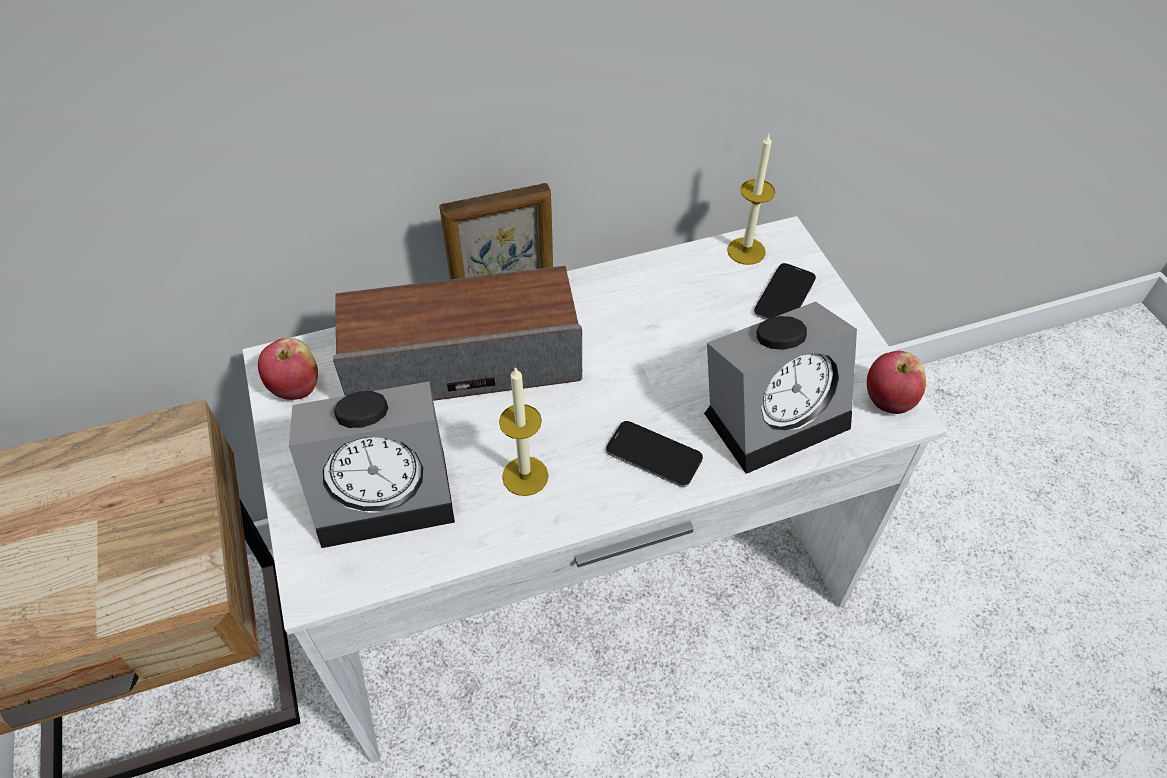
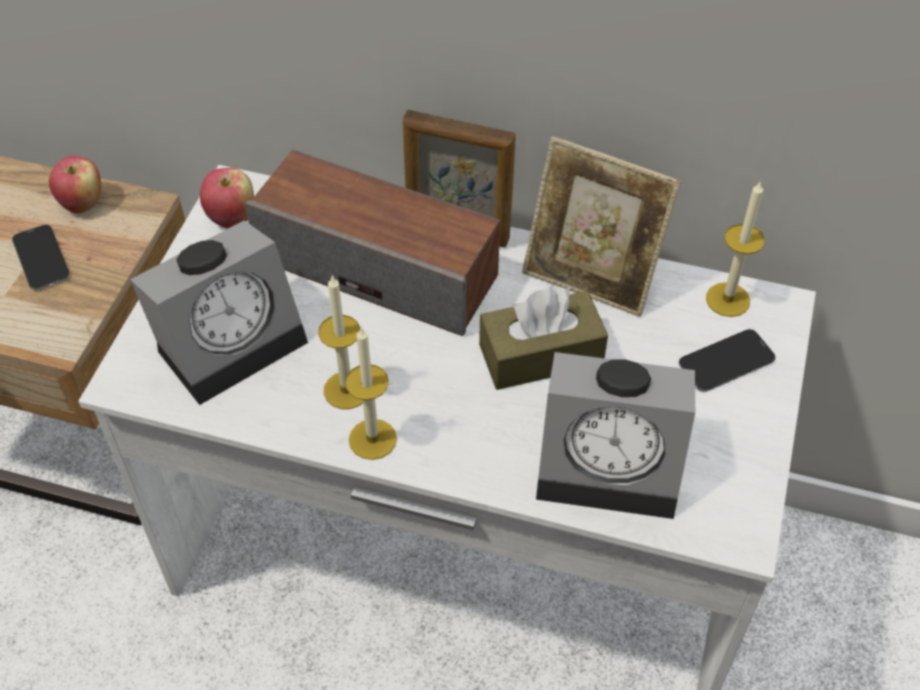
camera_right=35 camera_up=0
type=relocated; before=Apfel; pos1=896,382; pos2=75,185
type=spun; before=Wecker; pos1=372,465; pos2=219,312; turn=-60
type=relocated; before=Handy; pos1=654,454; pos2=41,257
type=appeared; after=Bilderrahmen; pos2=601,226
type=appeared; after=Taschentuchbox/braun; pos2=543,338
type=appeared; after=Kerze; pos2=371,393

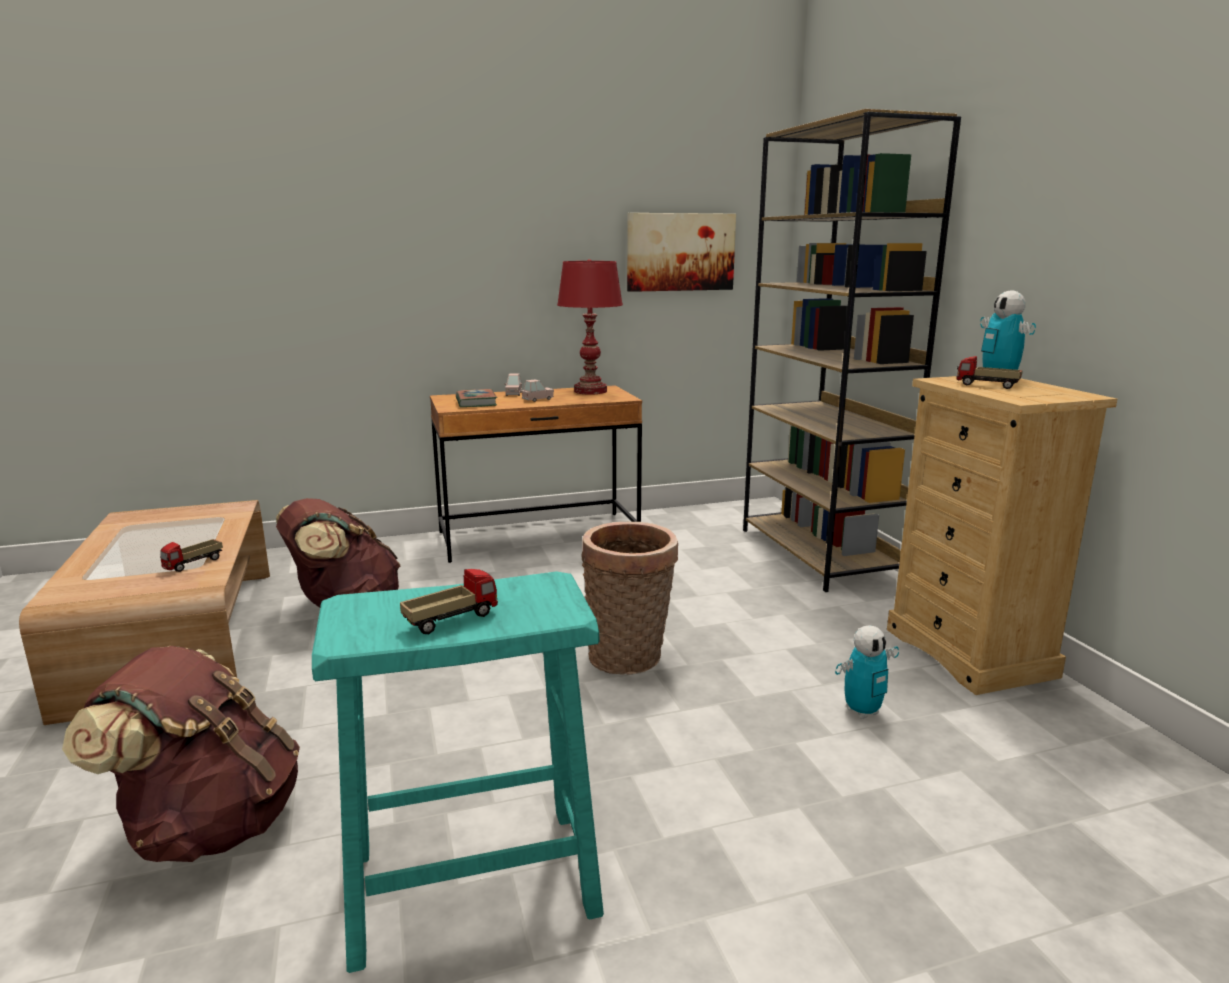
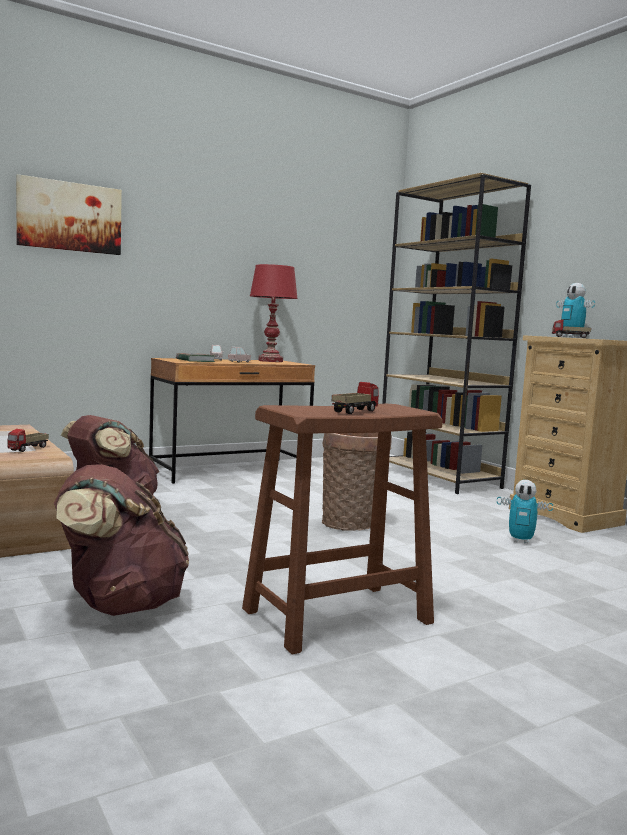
camera_right=-15 camera_up=-10
type=relocated; before=Bild; pos1=681,252; pos2=69,214
type=colour; before=Hocker/türkis; after=Hocker/braun; pos1=458,772; pos2=342,529
type=spun; before=Spielzeugroboter; pos1=867,672; pos2=525,512; turn=60

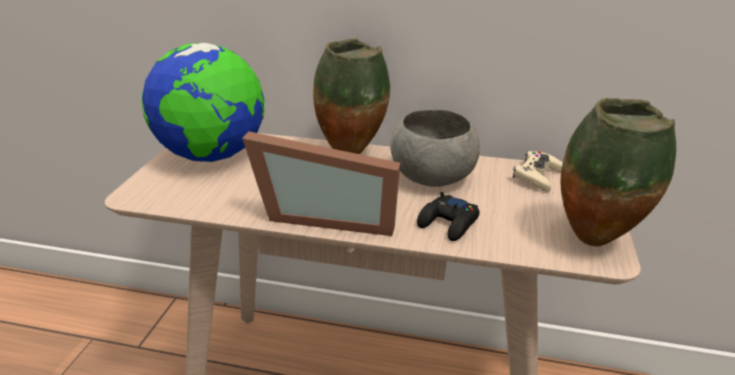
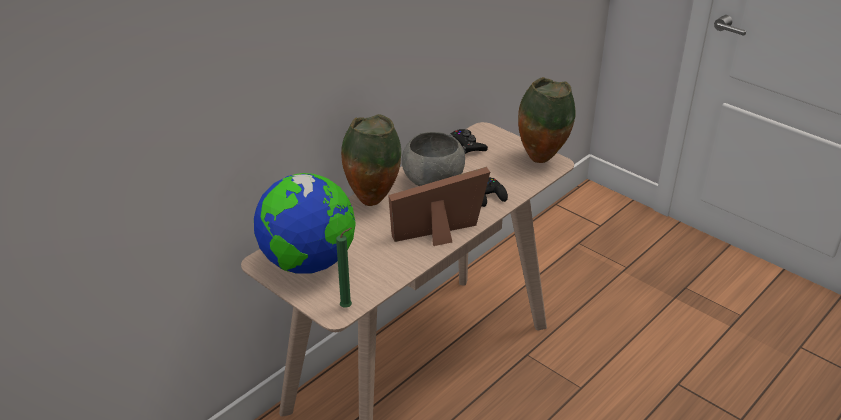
camera_right=-60 camera_up=5
type=spun; before=Bilderrahmen; pos1=321,183; pos2=439,206; turn=-150
type=colour; before=Gamepad/beige; after=Gamepad/schwarz; pos1=537,171; pos2=469,141
type=appeared; after=Kerze/grün; pos2=344,268

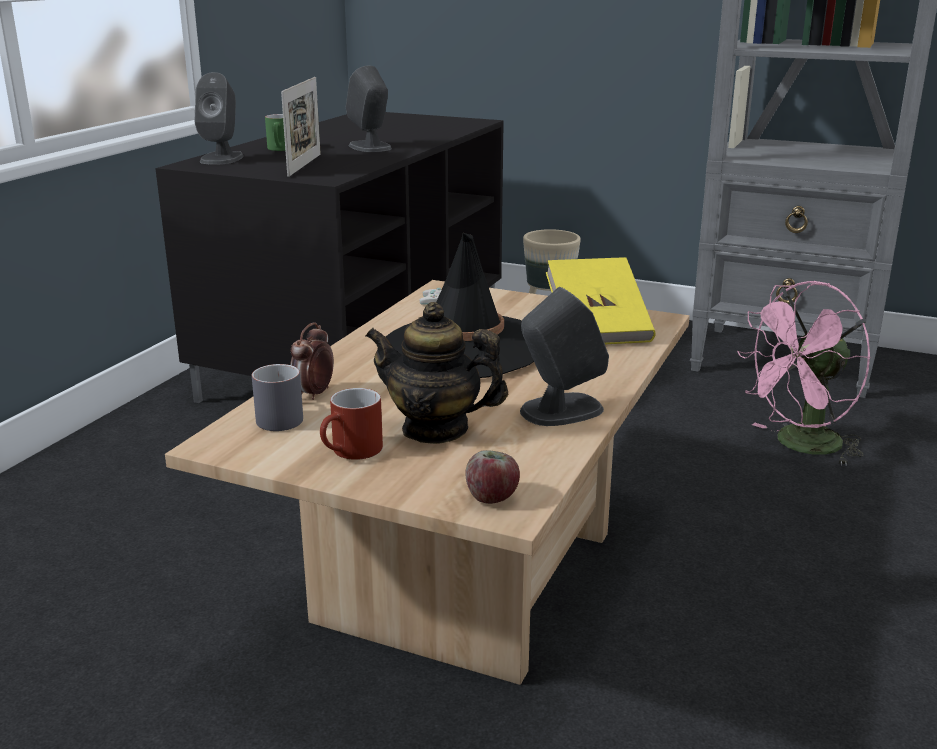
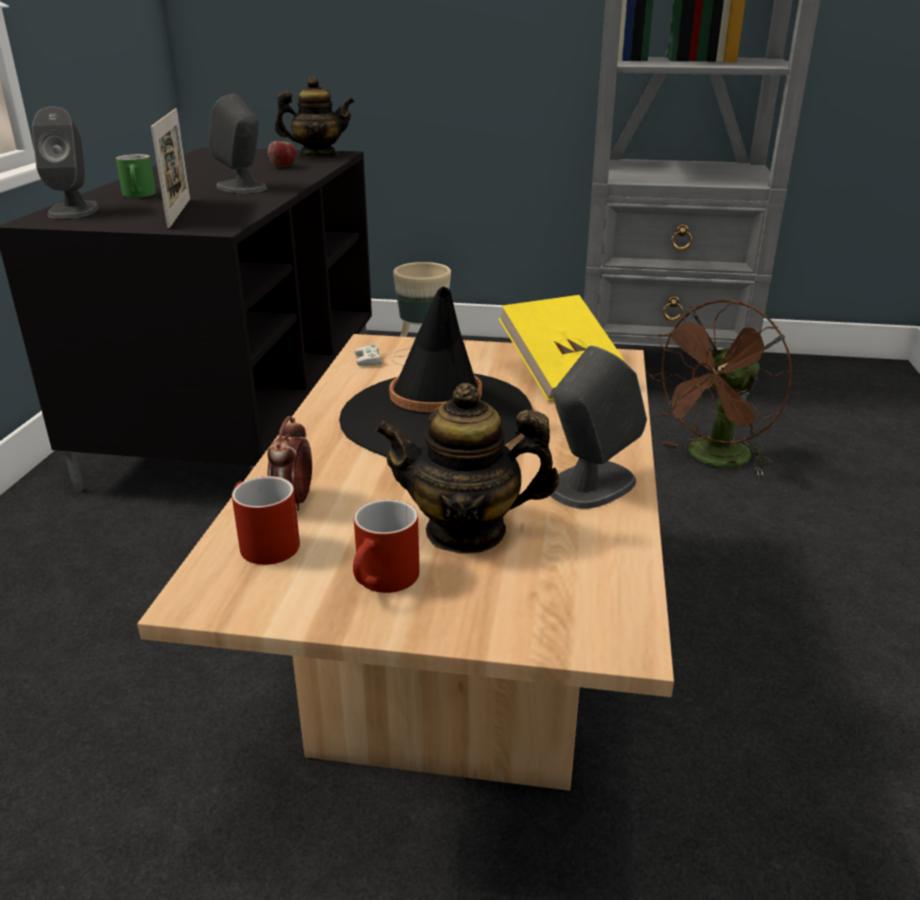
camera_right=-15 camera_up=5
type=colour; before=Ventilator/rosa; after=Ventilator/braun; pos1=804,373; pos2=721,387
type=colour; before=Henkelbecher/grau; after=Henkelbecher/rot; pos1=277,397; pos2=266,520
type=relocated; before=Apfel; pos1=493,477; pos2=282,154
type=appeared; after=Teekanne; pos2=314,116

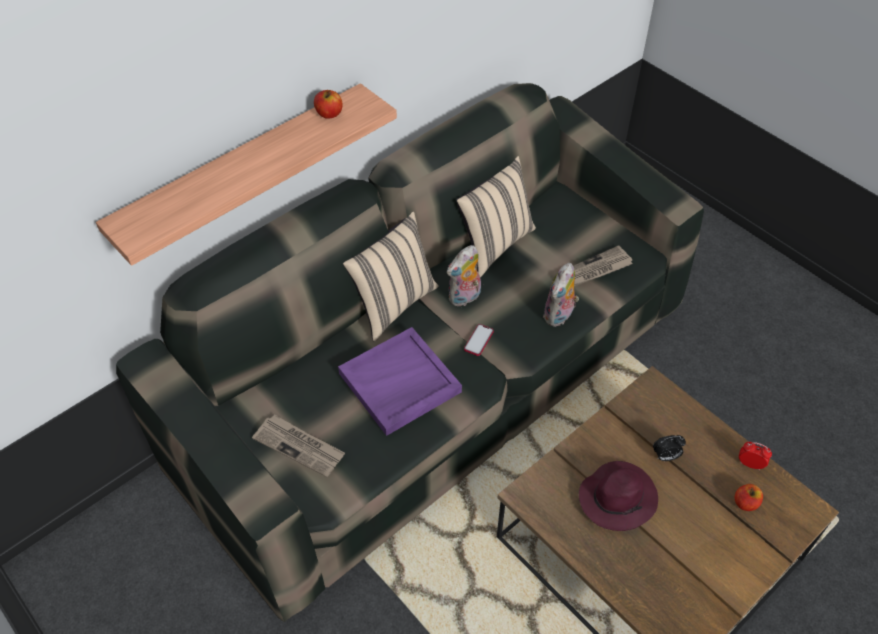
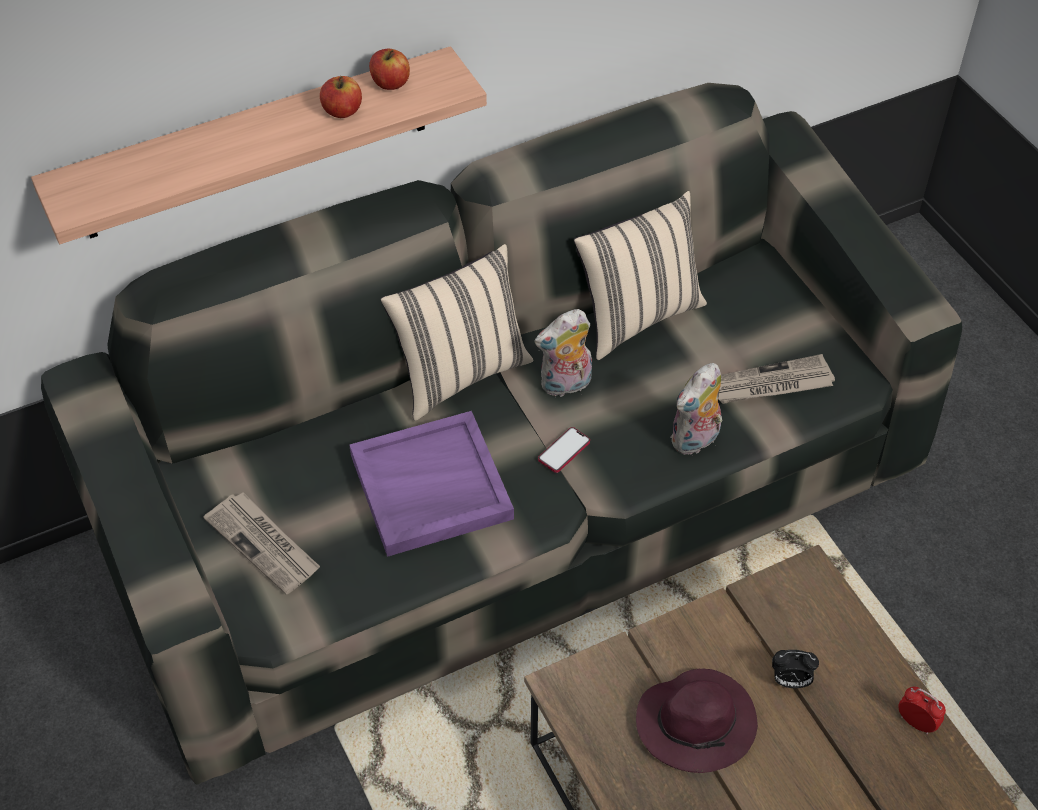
camera_right=15 camera_up=0
type=relocated; before=Apfel; pos1=749,497; pos2=341,97

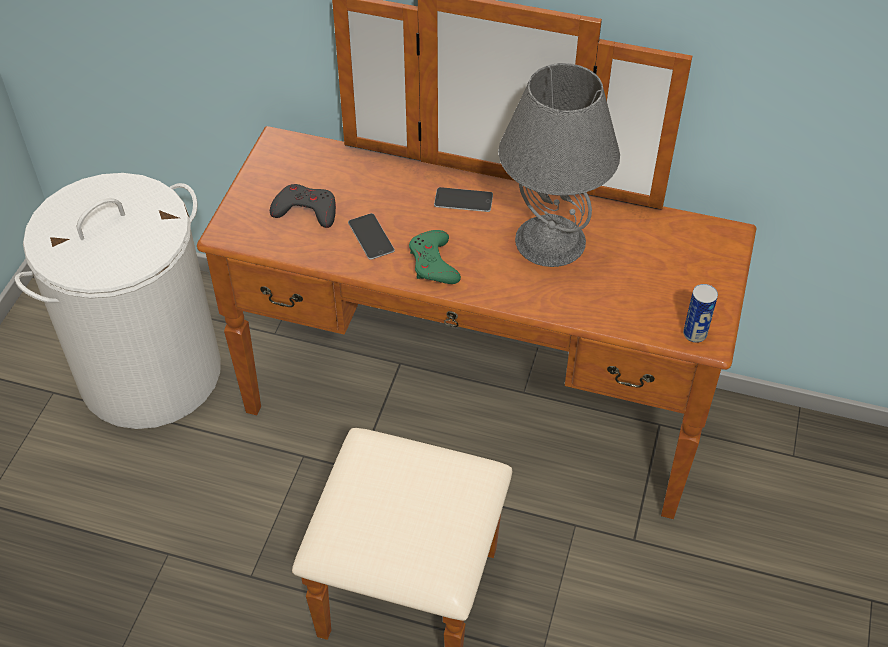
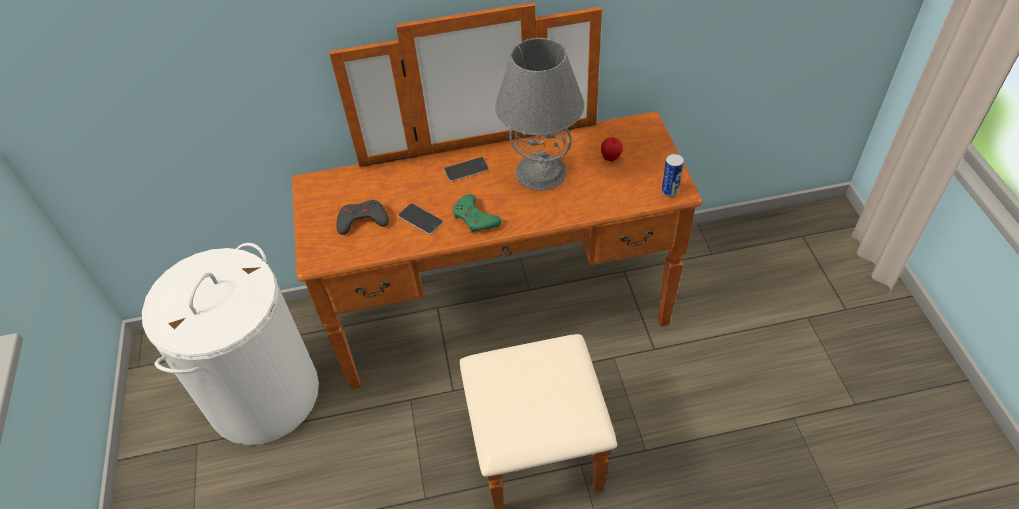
camera_right=-25 camera_up=0
type=appeared; after=Apfel; pos2=612,149

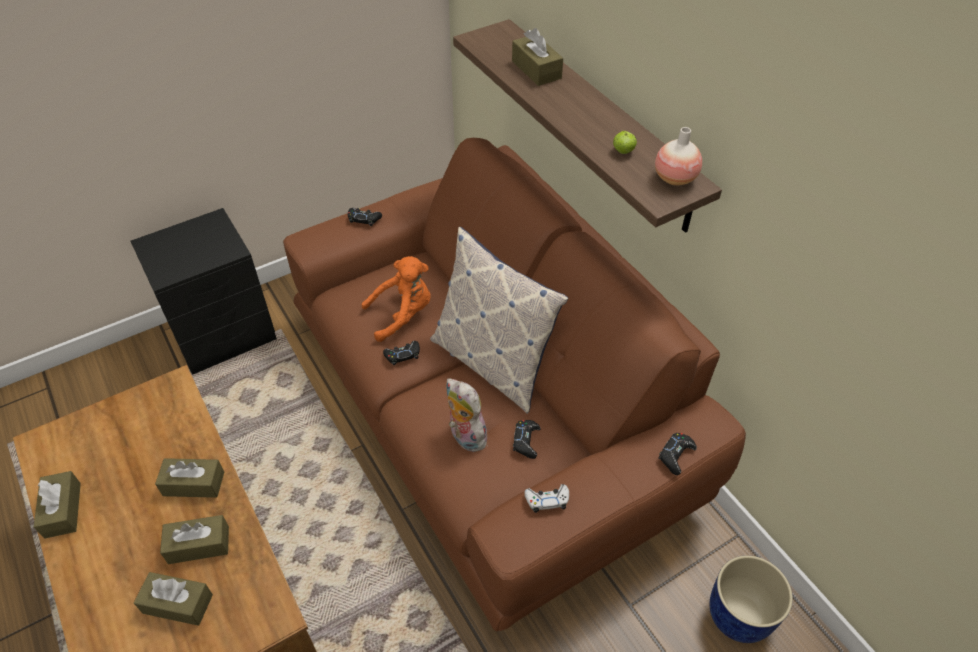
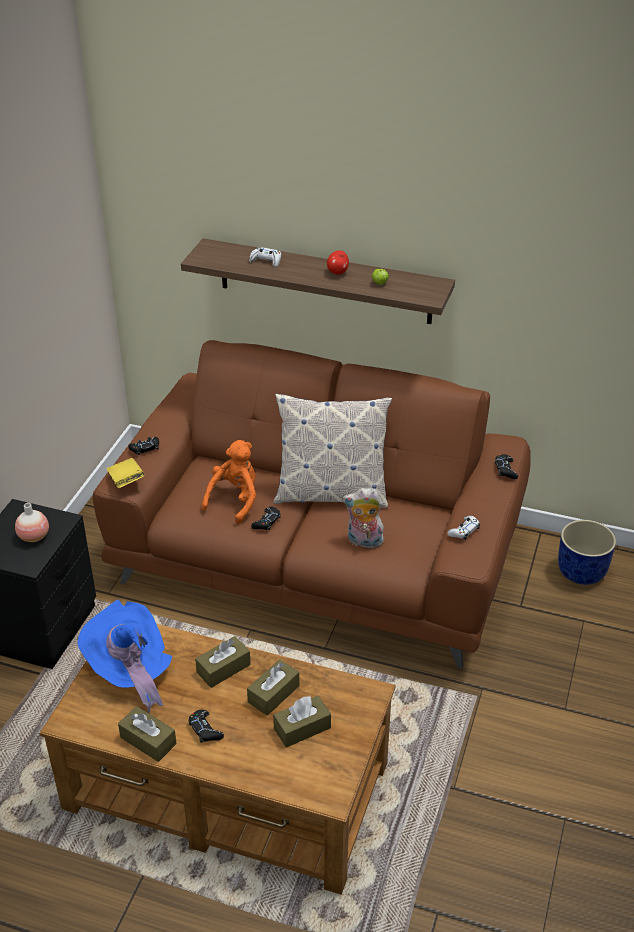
camera_right=-40 camera_up=-10
type=exchanged; before=Taschentuchbox/braun; after=Gamepad/weiß; pos1=537,57; pos2=265,257
type=relocated; before=Vase; pos1=678,156; pos2=32,522
type=relocated; before=Gamepad/schwarz; pos1=526,439; pos2=206,726
type=appeared; after=Apfel; pos2=338,262
type=appeared; after=Buch/gelb; pos2=126,473
type=appeared; after=Hut/blau; pos2=125,656

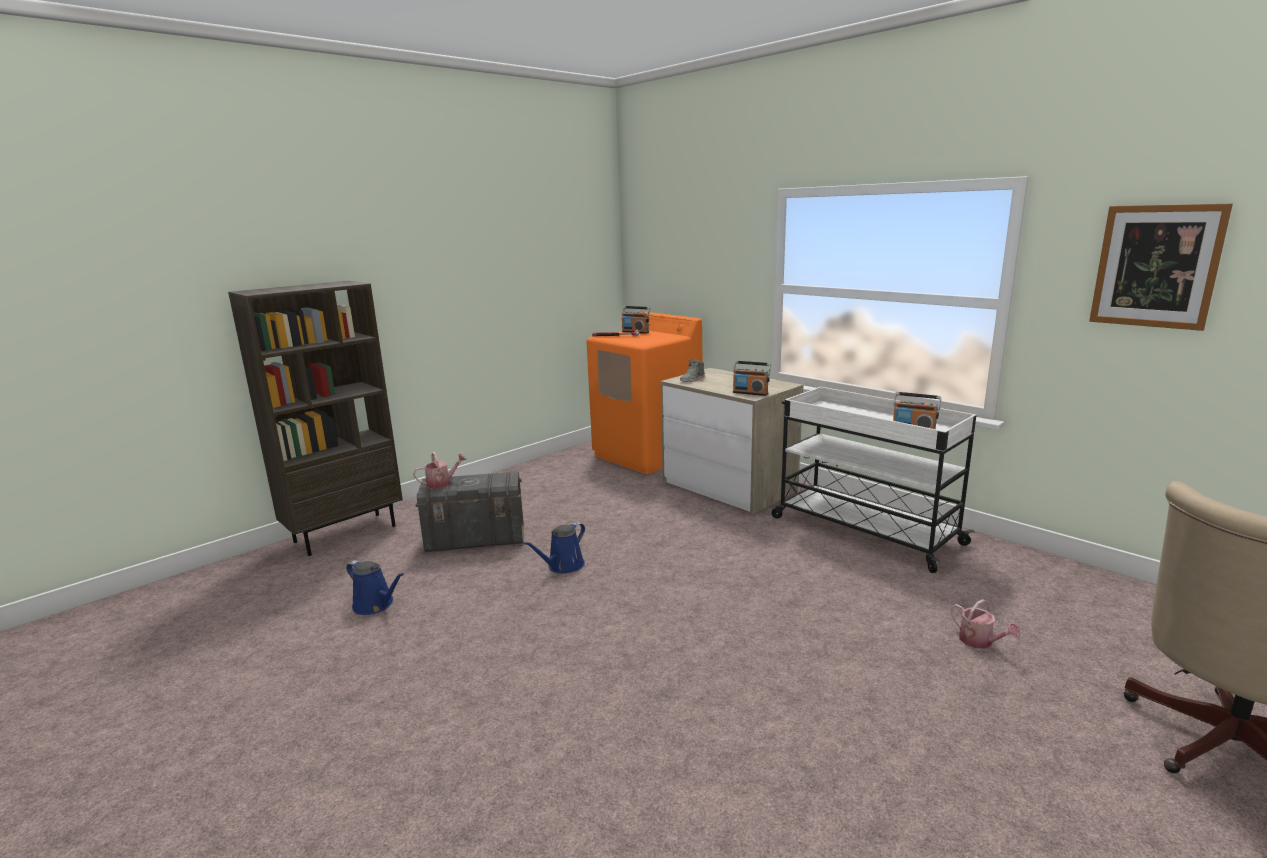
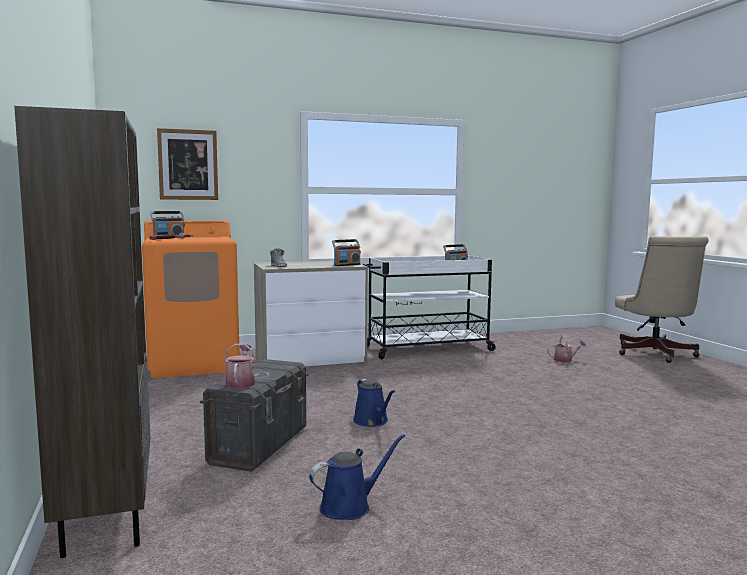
camera_right=-65 camera_up=-10
type=relocated; before=Bild; pos1=1161,267; pos2=187,164

